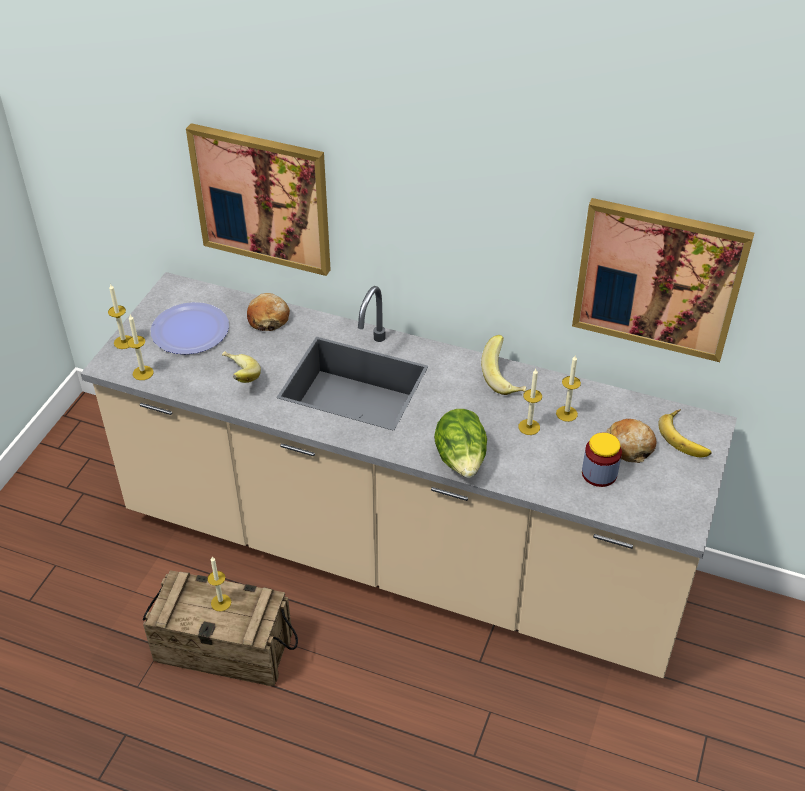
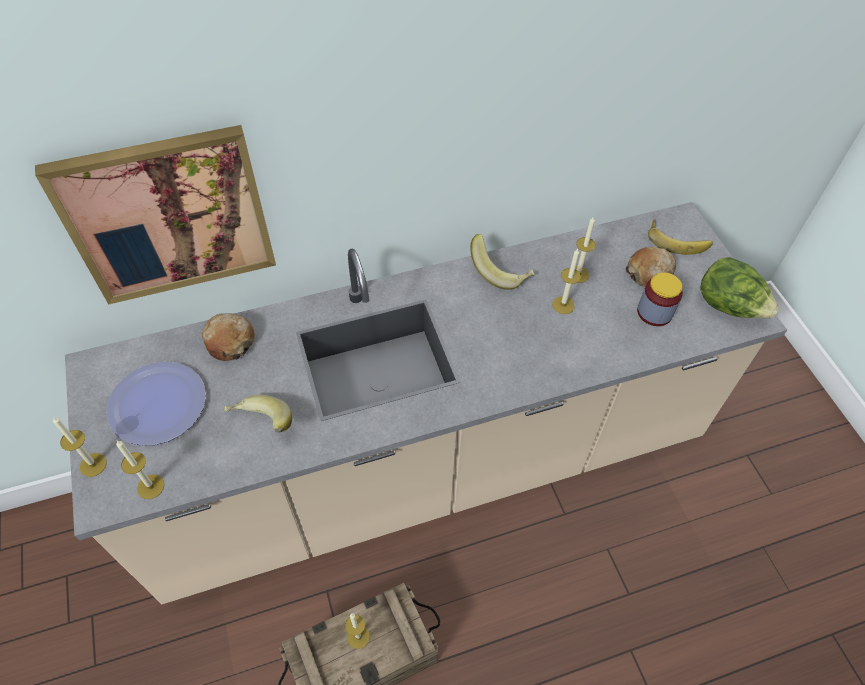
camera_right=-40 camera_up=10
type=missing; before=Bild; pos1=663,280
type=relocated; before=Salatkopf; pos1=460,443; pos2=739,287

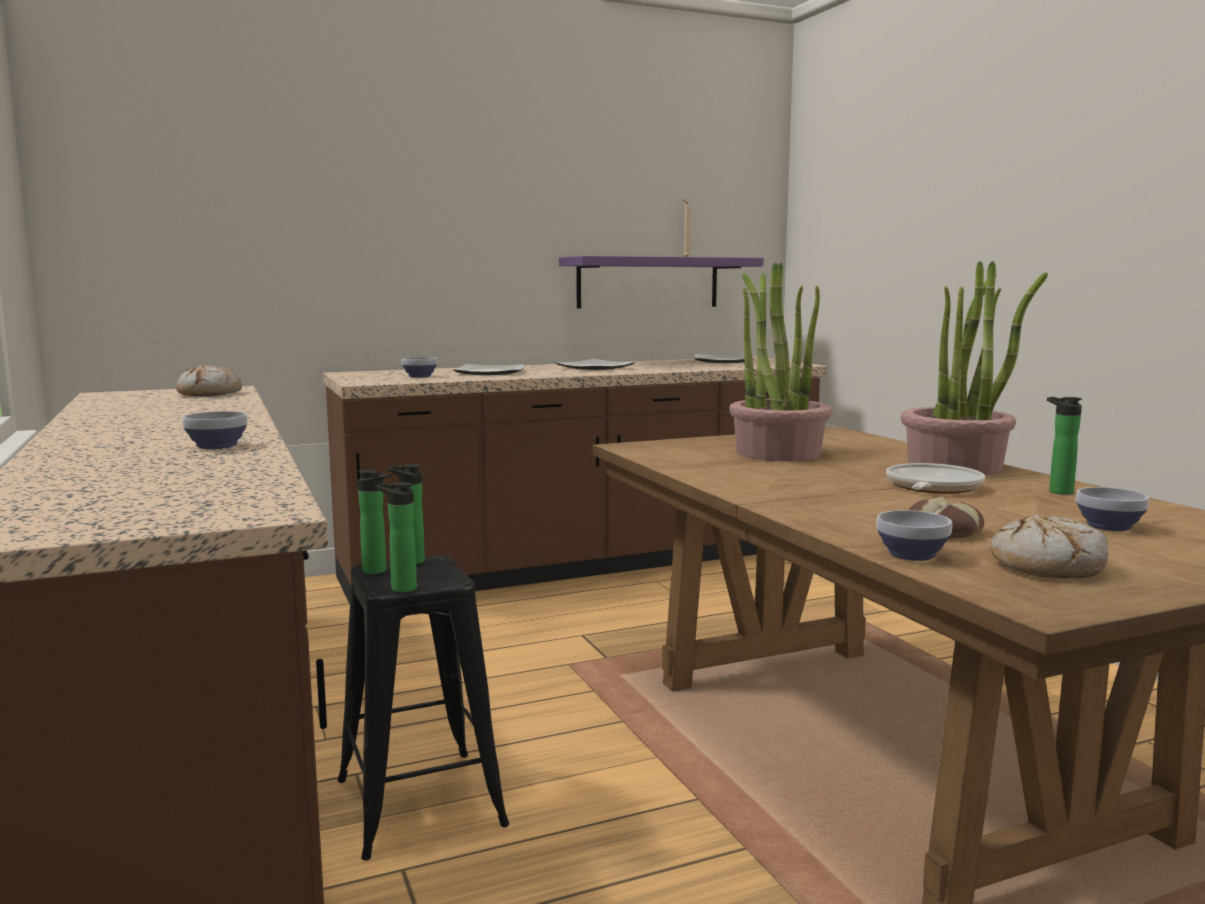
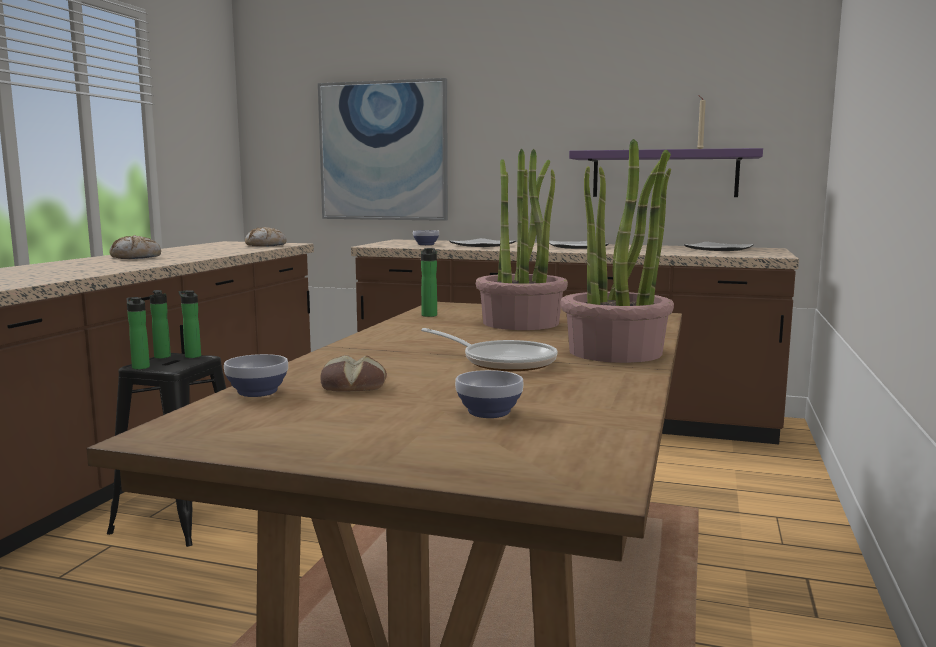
camera_right=40 camera_up=0
type=relocated; before=Flasche; pos1=1064,446; pos2=429,282
type=missing; before=Schüssel; pos1=215,430
type=spun; before=Pfanne; pos1=935,478; pos2=489,349; turn=60
type=relocated; before=Brot; pos1=1049,546; pos2=135,247
type=appeared; after=Bild; pos2=383,149

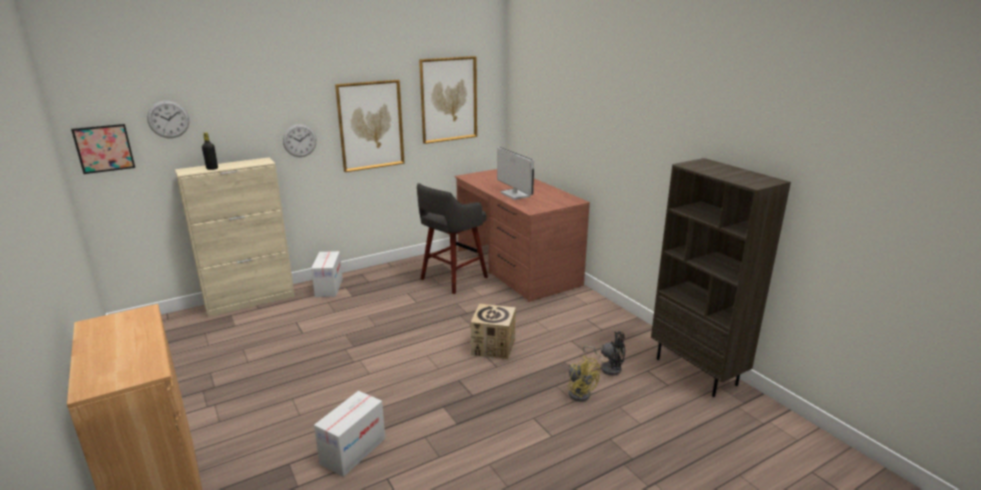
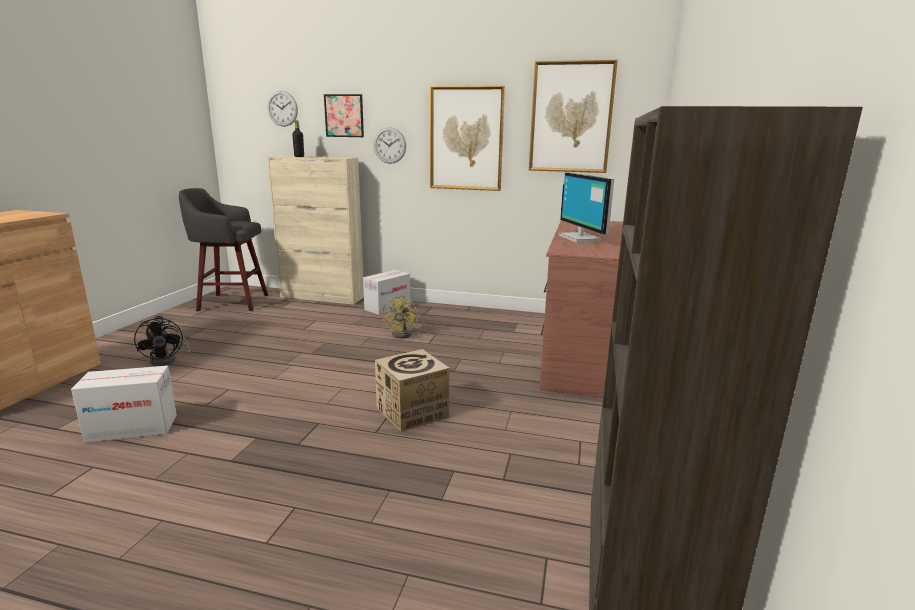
camera_right=45 camera_up=-5
type=relocated; before=Bild; pos1=103,149; pos2=344,115
type=spun; before=Monitor; pos1=515,173; pos2=586,207; turn=150
type=relocated; before=Hocker/grau; pos1=452,238; pos2=223,249
type=relocated; before=Ventilator/schwarz; pos1=604,354; pos2=162,341
type=relocated; before=Ventilator/gelb; pos1=584,379; pos2=405,317

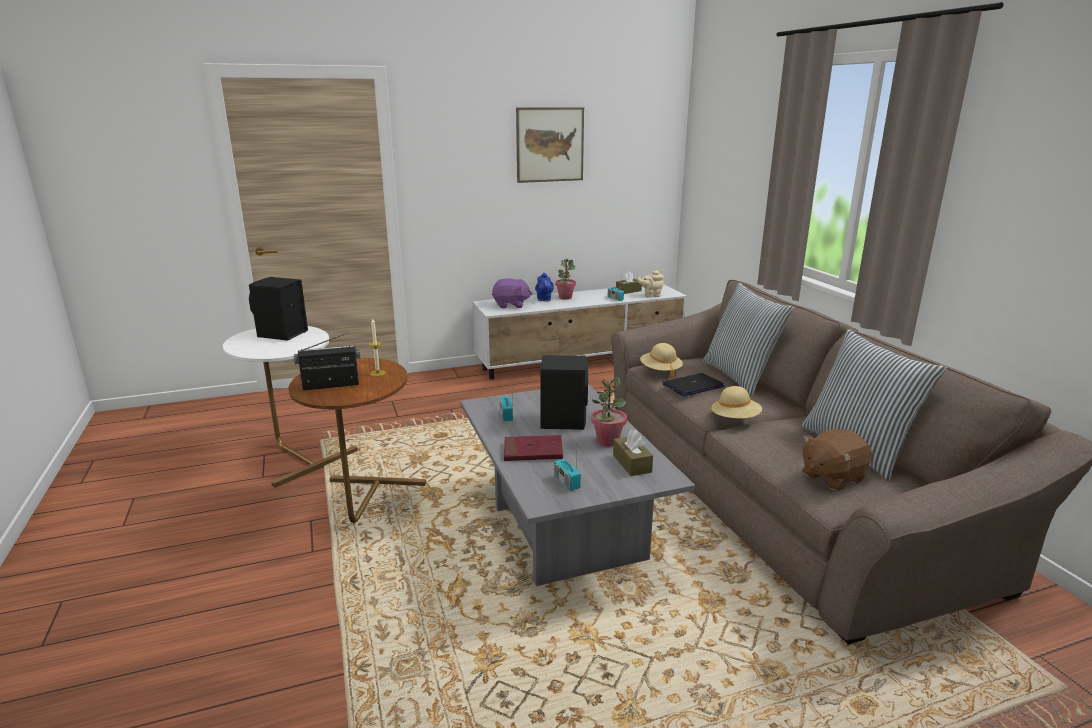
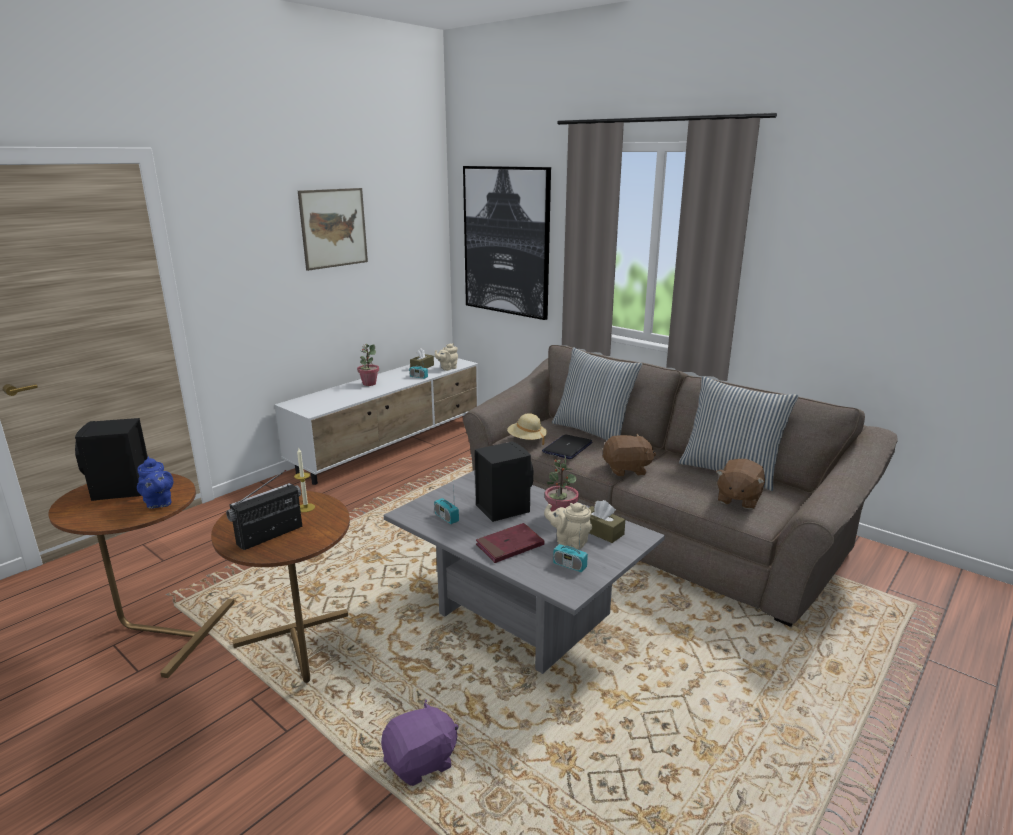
camera_right=-30 camera_up=0
type=relocated; before=Teekanne/blau; pos1=544,287; pos2=155,483
type=relocated; before=Plüschtier/lila; pos1=512,293; pos2=419,742
type=colour; before=Beistelltisch/weiß; after=Beistelltisch/braun; pos1=290,407; pos2=141,575
type=exchanged; before=Hut/beige; after=Plüschtier/braun; pos1=736,402; pos2=629,455
type=appeared; after=Bild; pos2=507,243
type=appeared; after=Teekanne/beige; pos2=568,526

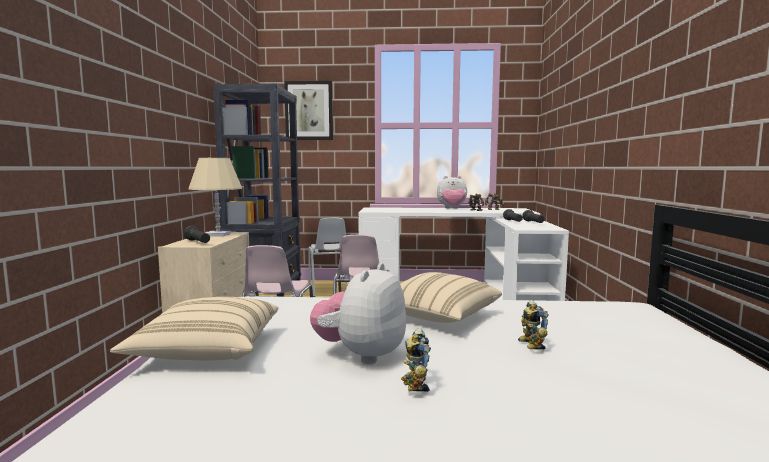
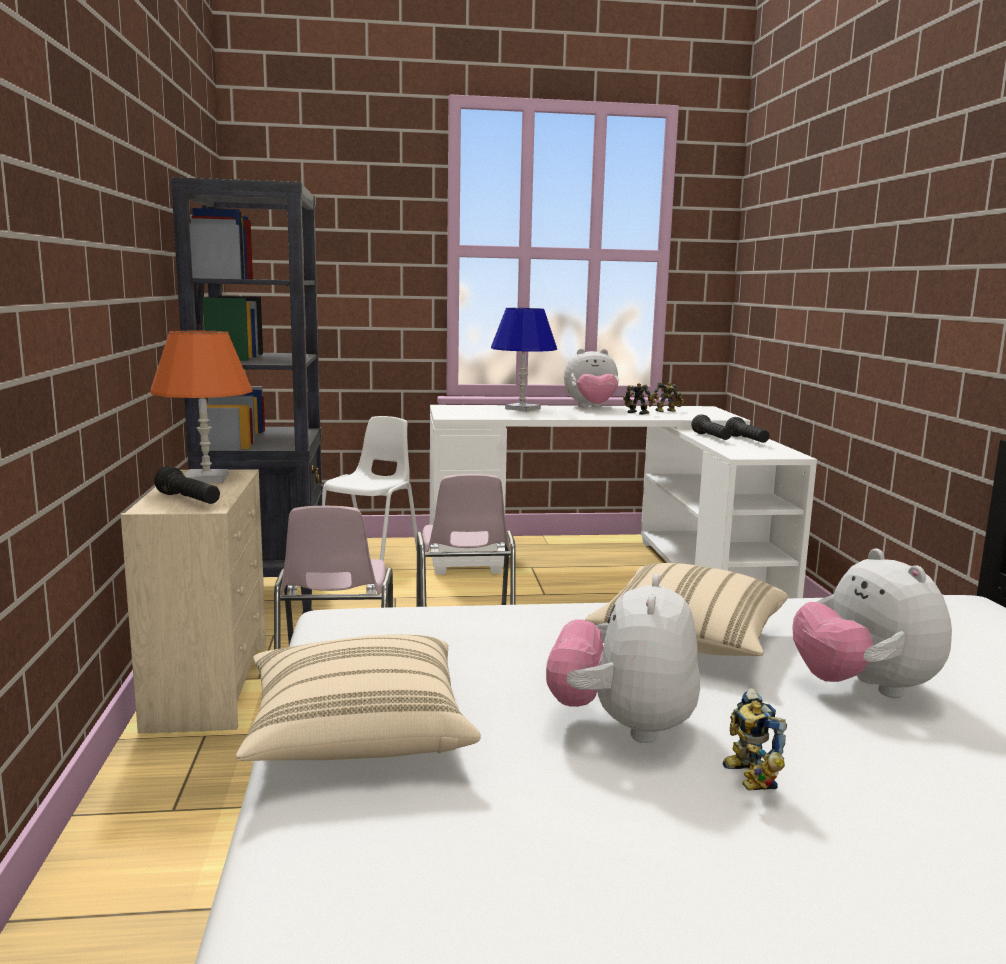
camera_right=-10 camera_up=5
type=missing; before=Bild; pos1=308,110
type=colour; before=Tischlampe/beige; after=Tischlampe/orange; pos1=215,197; pos2=202,407
type=spun; before=Stuhl/weiß; pos1=330,257; pos2=370,489; turn=-135
type=exchanged; before=Spielzeugroboter; after=Plüschtier; pos1=533,324; pos2=872,623
type=appeared; after=Tischlampe/blau; pos2=524,360

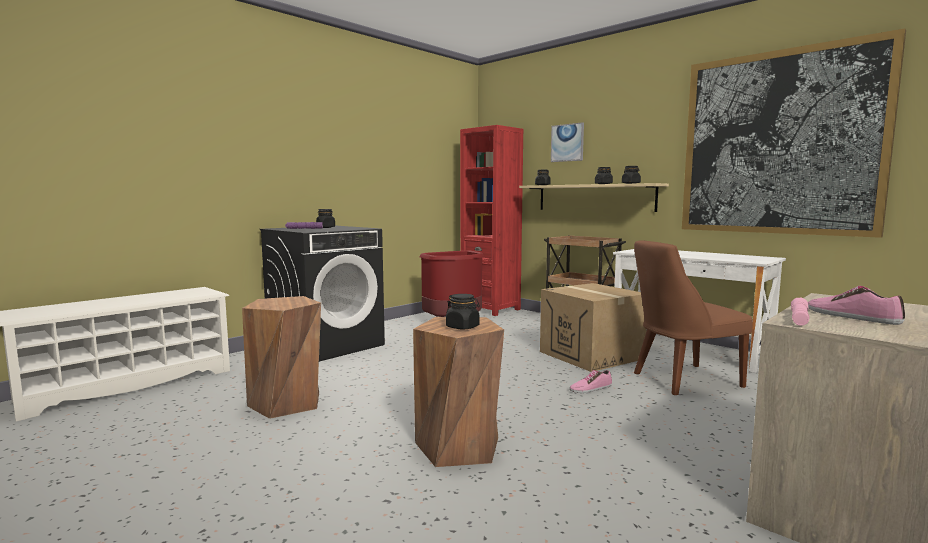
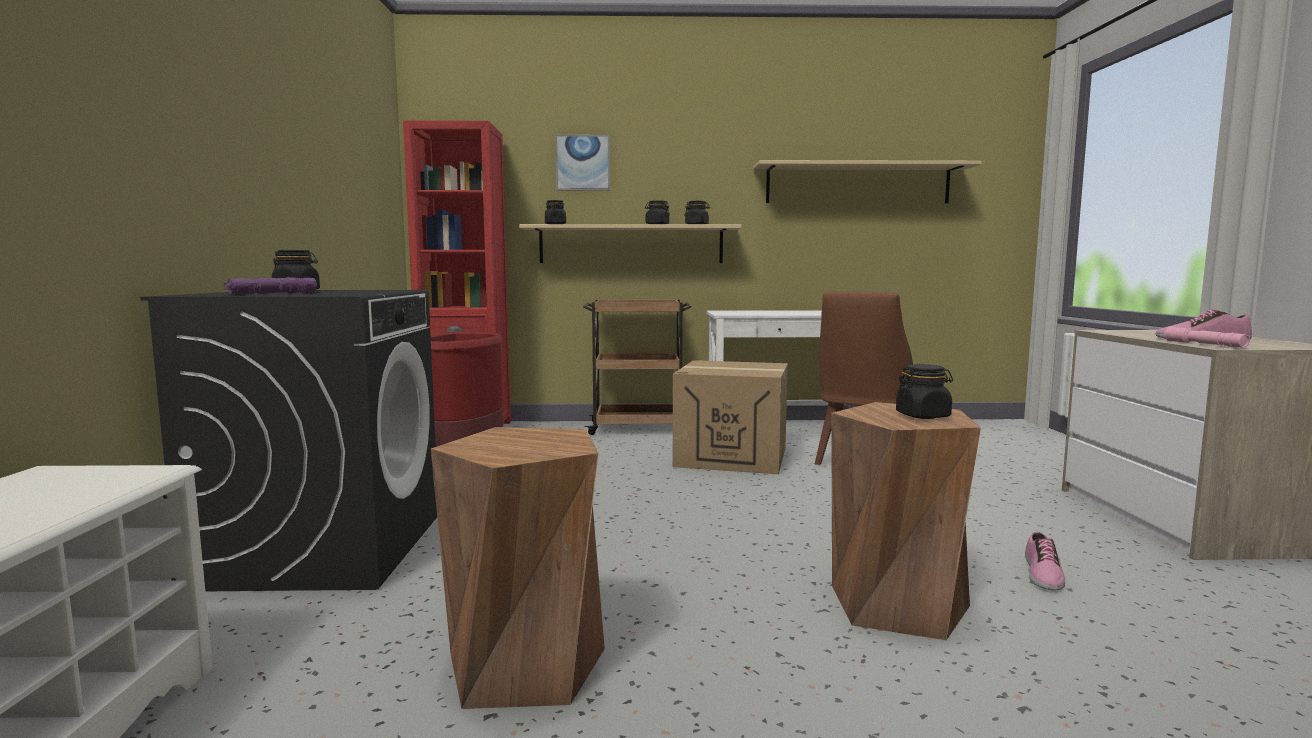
camera_right=-45 camera_up=0
type=exchanged; before=Bild; after=Wandregal/beige; pos1=794,133; pos2=867,181
type=relocated; before=Schuh; pos1=591,381; pos2=1045,561

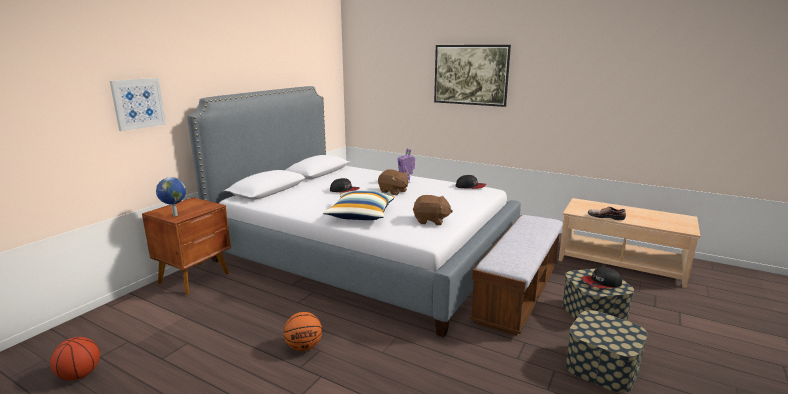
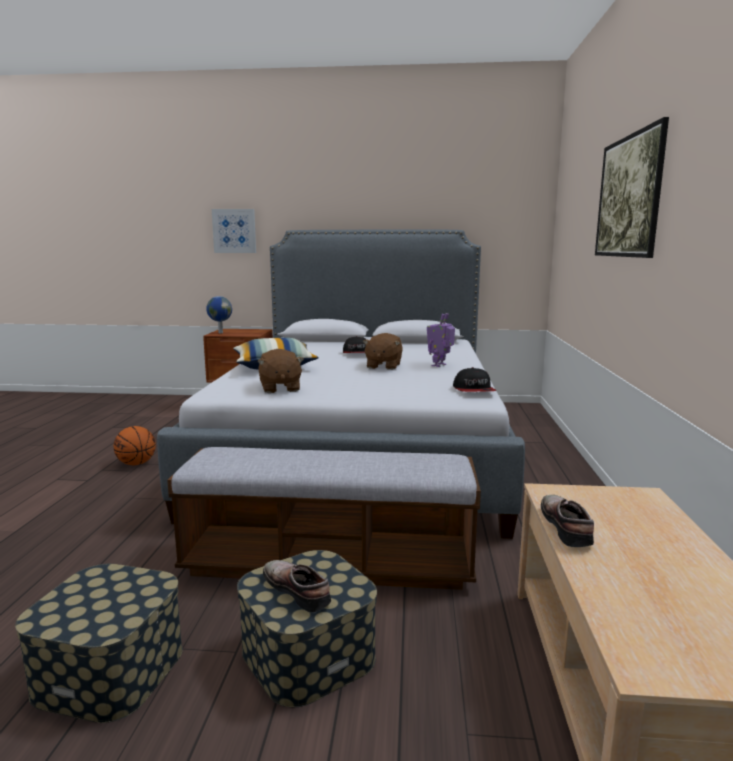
camera_right=65 camera_up=-5
type=exchanged; before=Kappe; after=Schuh; pos1=602,277; pos2=297,586
type=missing; before=Basketball; pos1=75,358

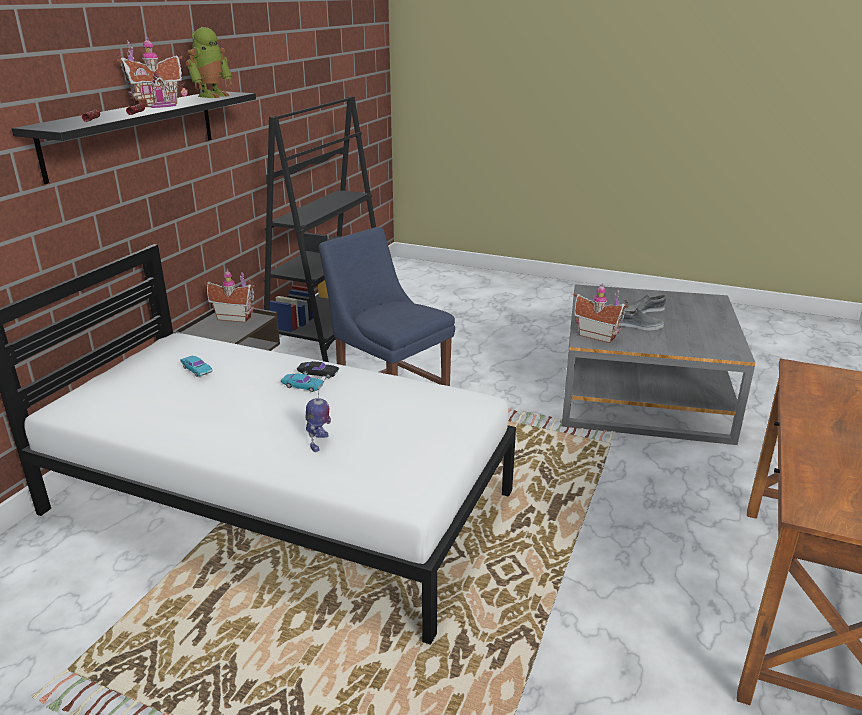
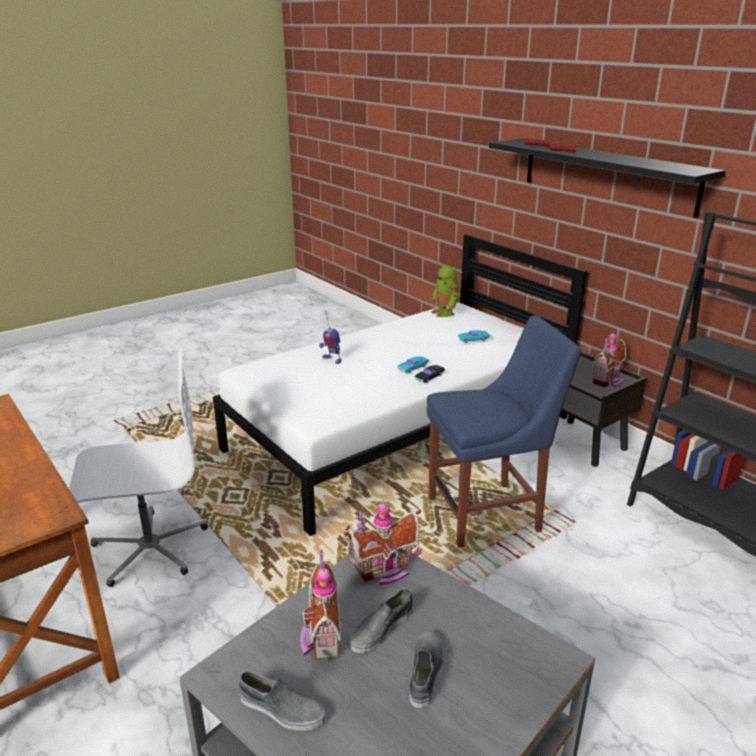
camera_right=120 camera_up=0
type=relocated; before=Spielzeugroboter; pos1=209,62; pos2=445,291
type=relocated; before=Spielzeughaus; pos1=152,72; pos2=320,604
type=appeared; after=Bürostuhl/weiß; pos2=138,468
type=appeared; after=Schuh/grau; pos2=282,701

